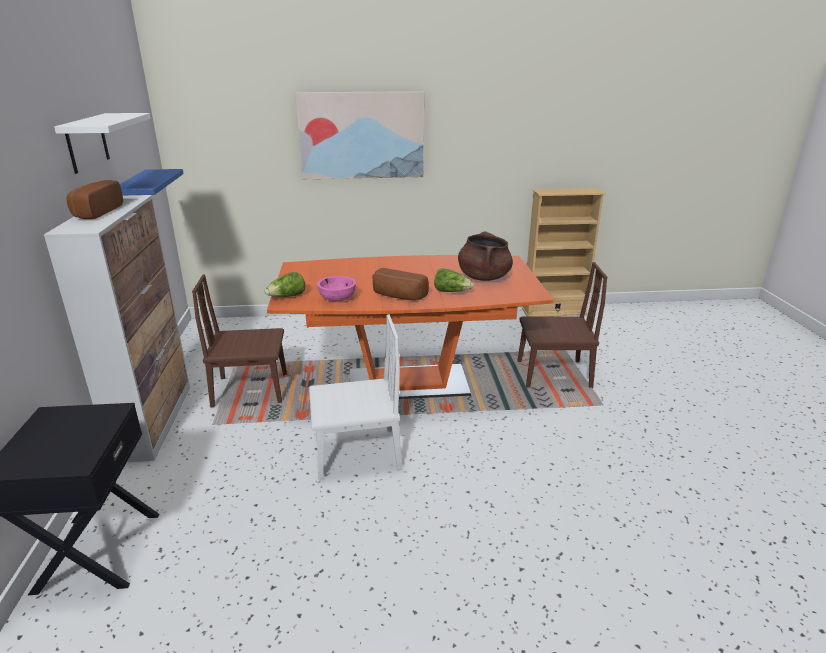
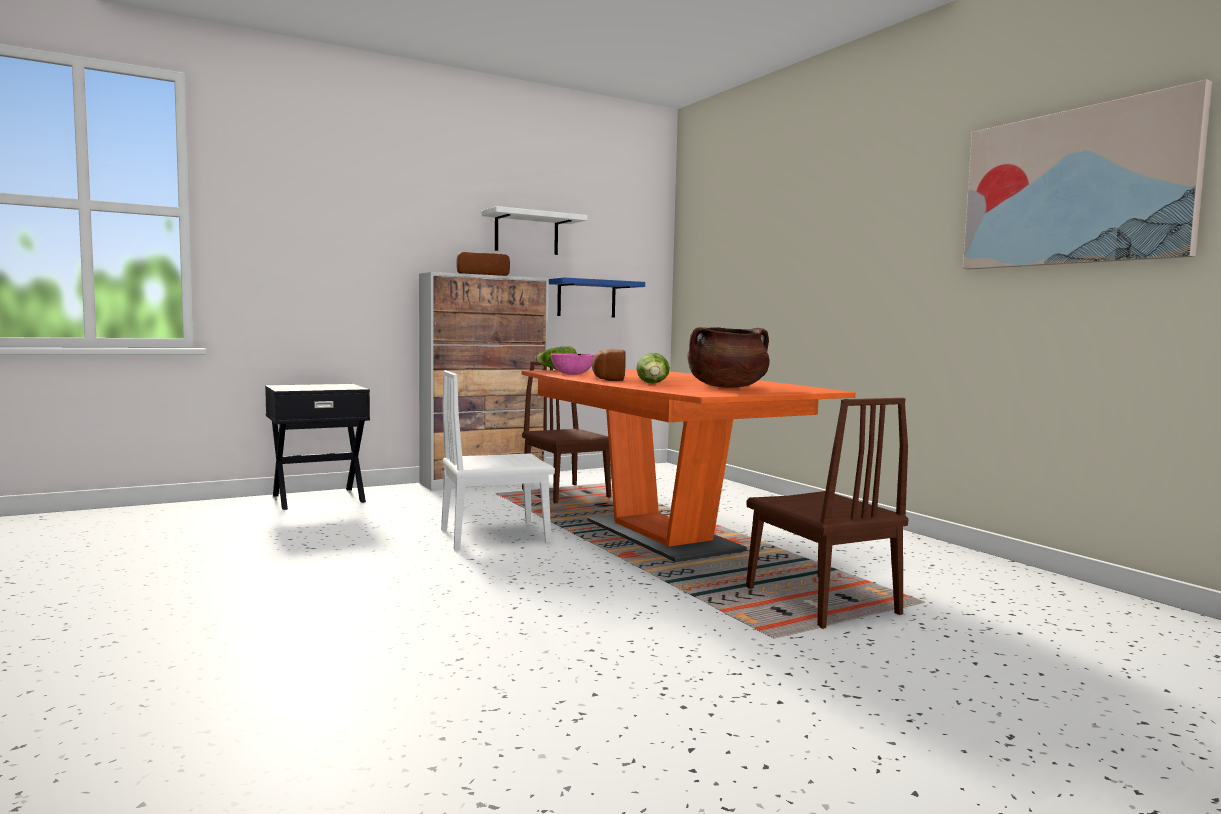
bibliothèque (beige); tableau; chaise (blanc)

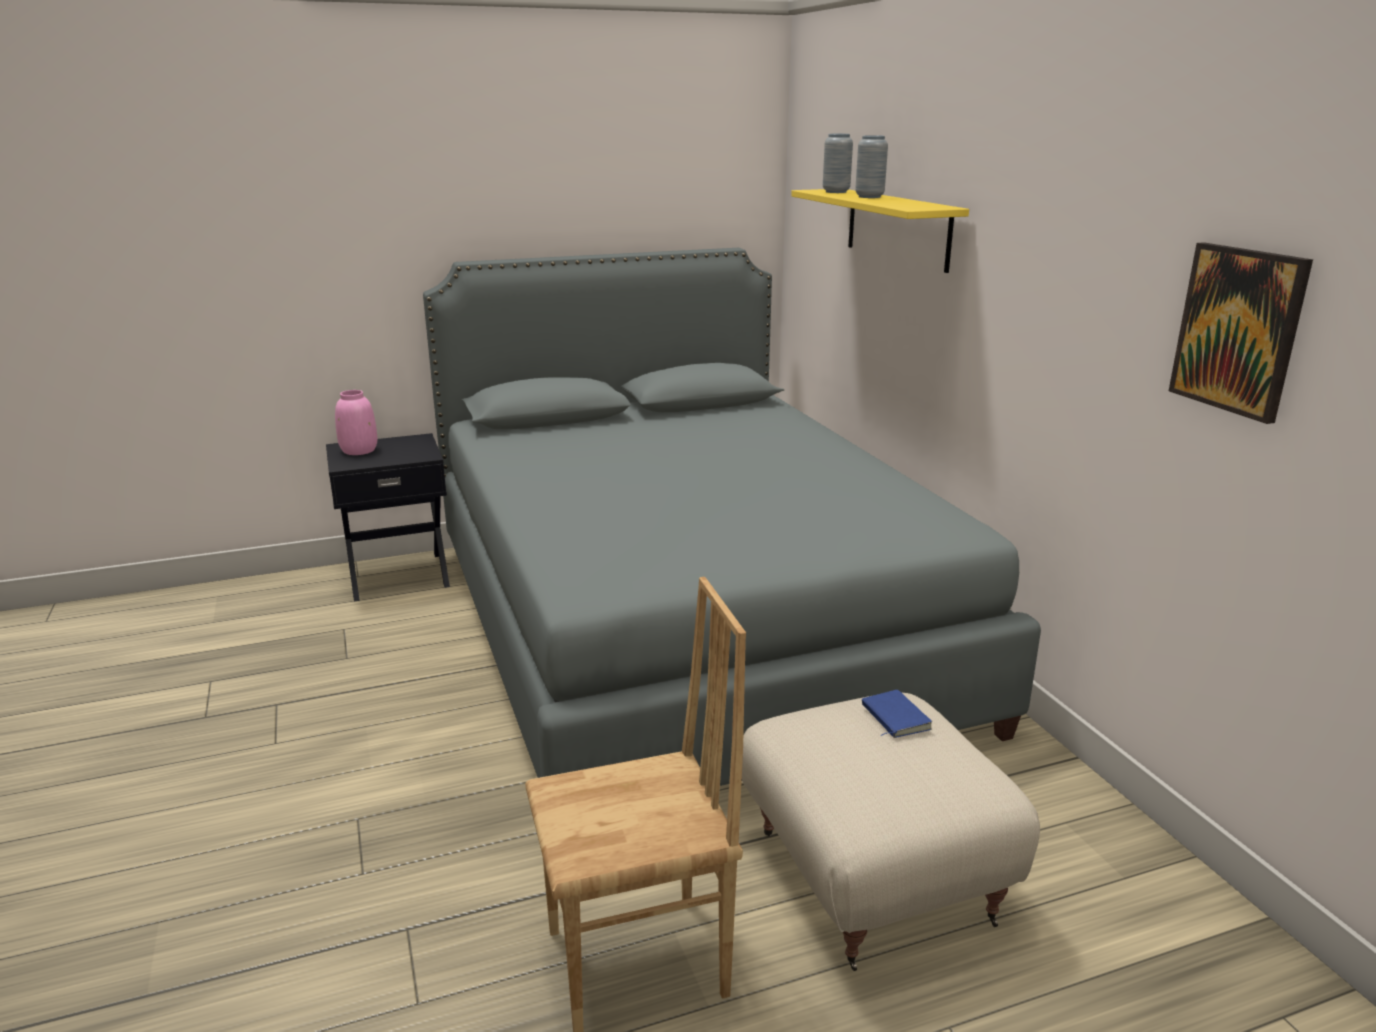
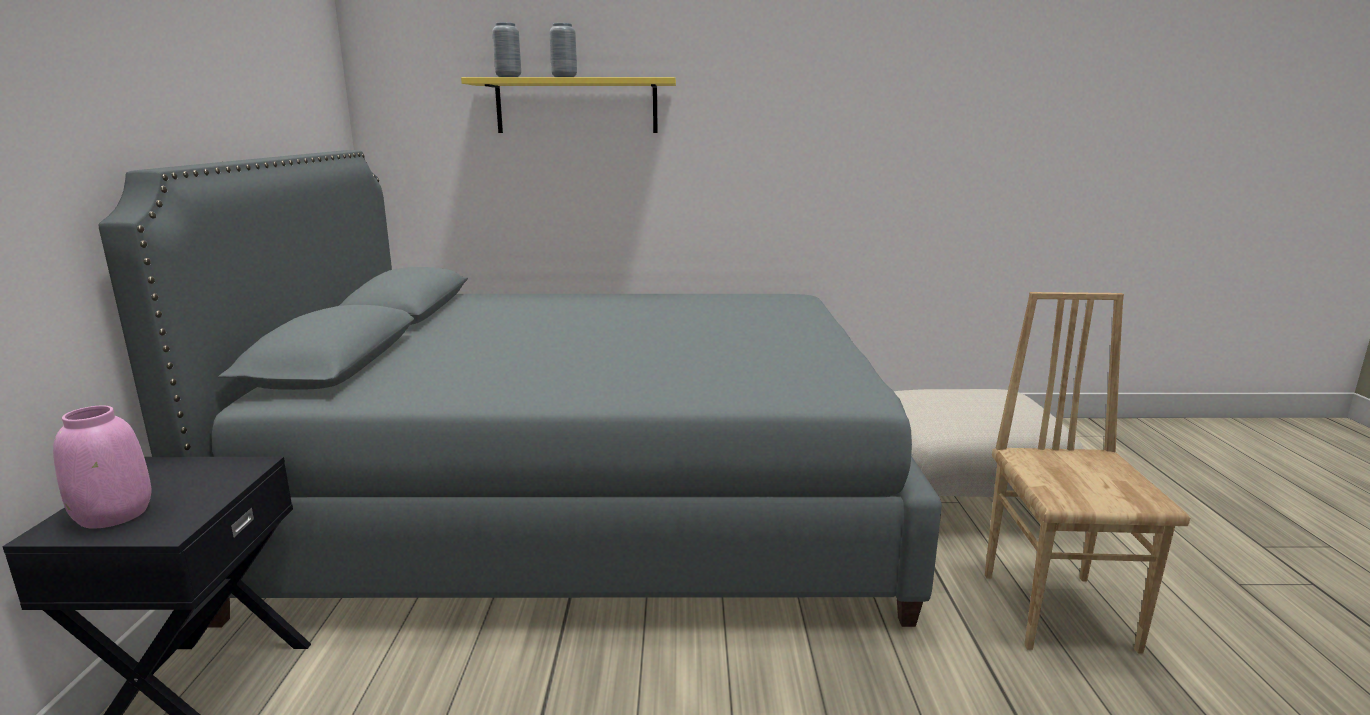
livre (bleu); tableau

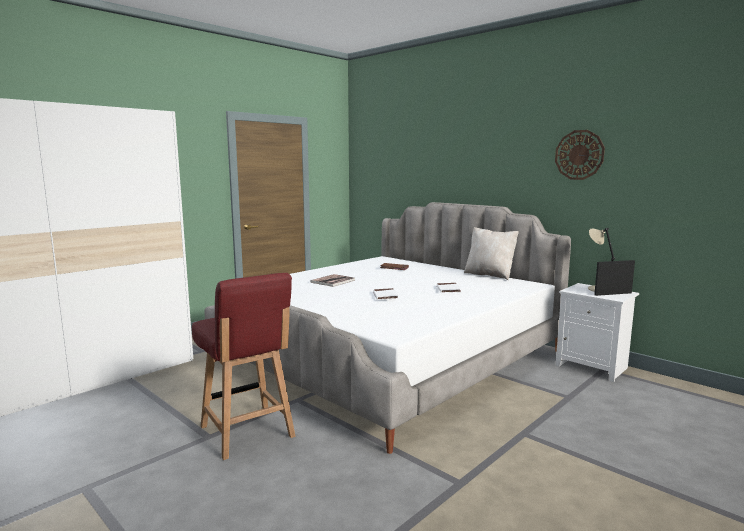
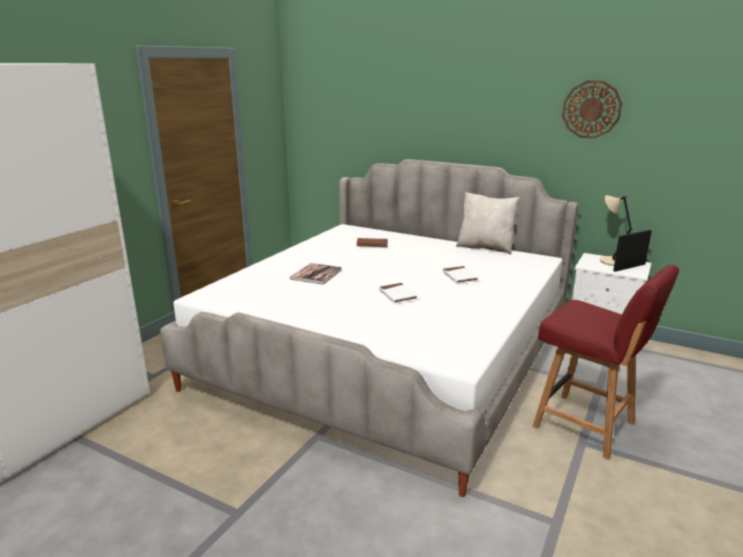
chaise (rouge)

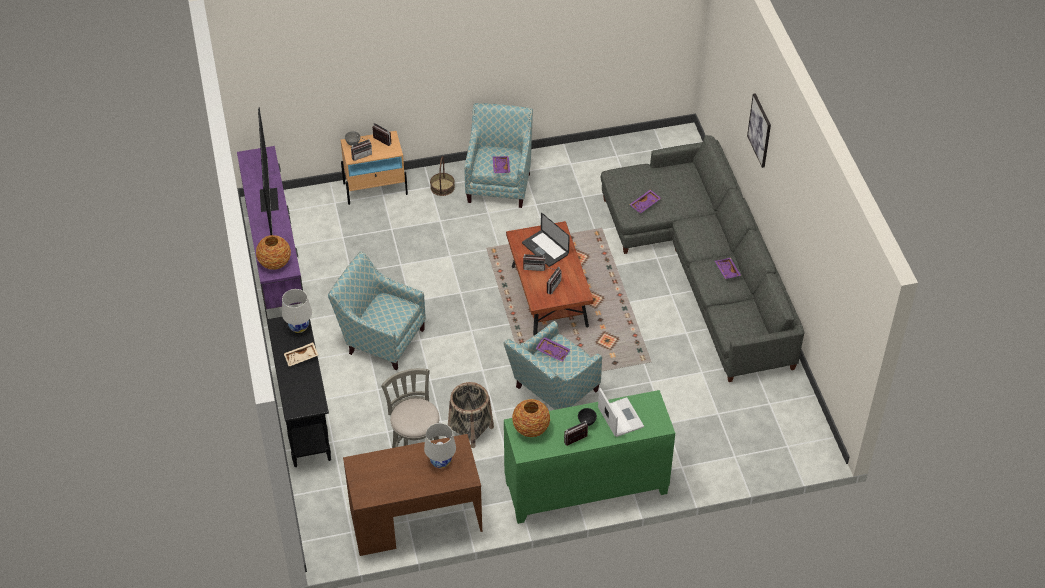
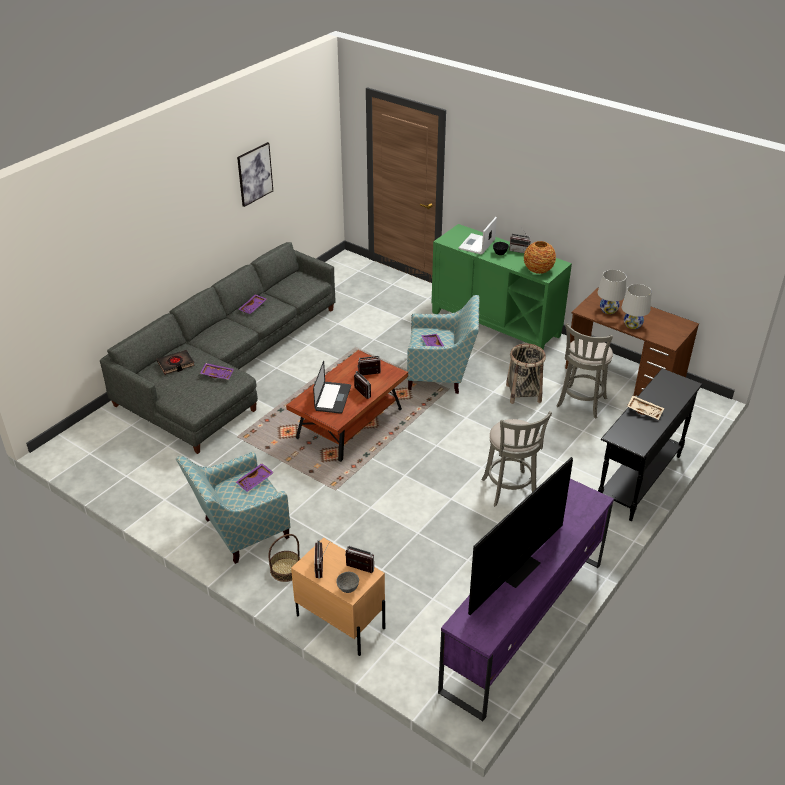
vase (no. 1 from left in the first image); livre (noir); lampe de table (blanc) (no. 2 from left); tableau; tabouret (gris) (no. 1 from left)

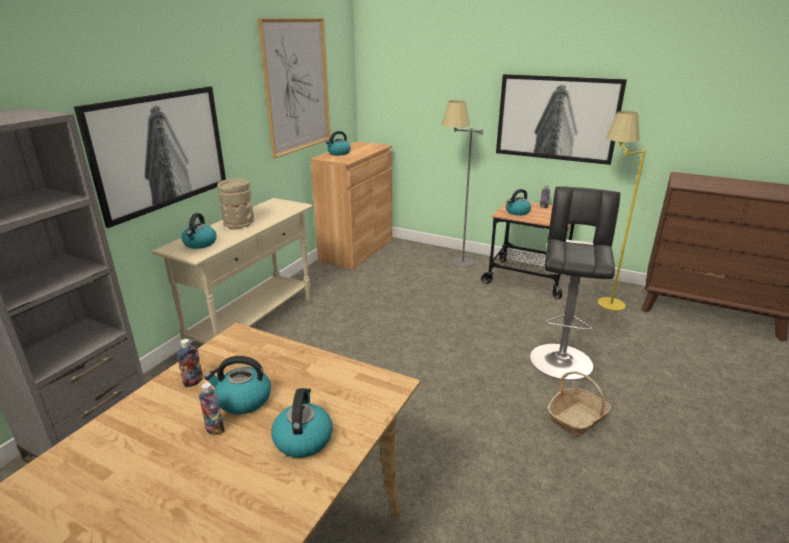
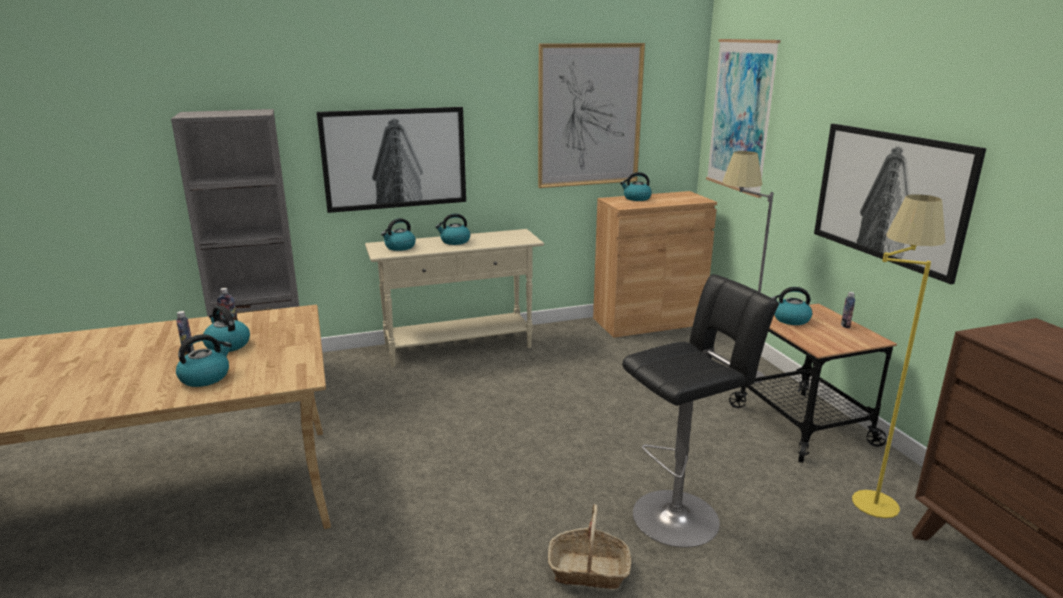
tableau (no. 3 from left); bouilloire (no. 4 from left)

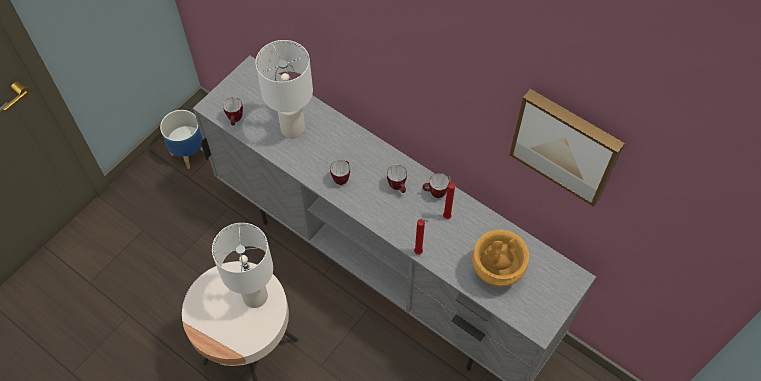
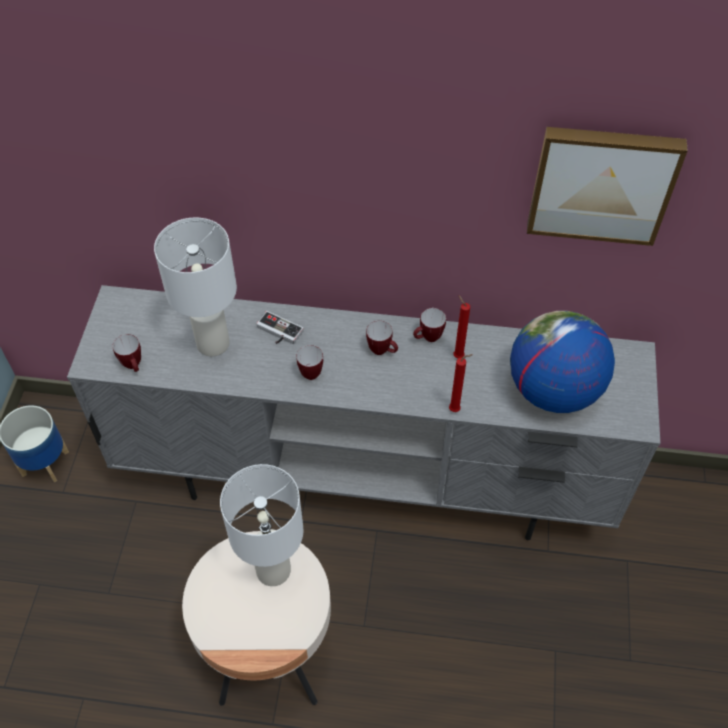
manette; globe

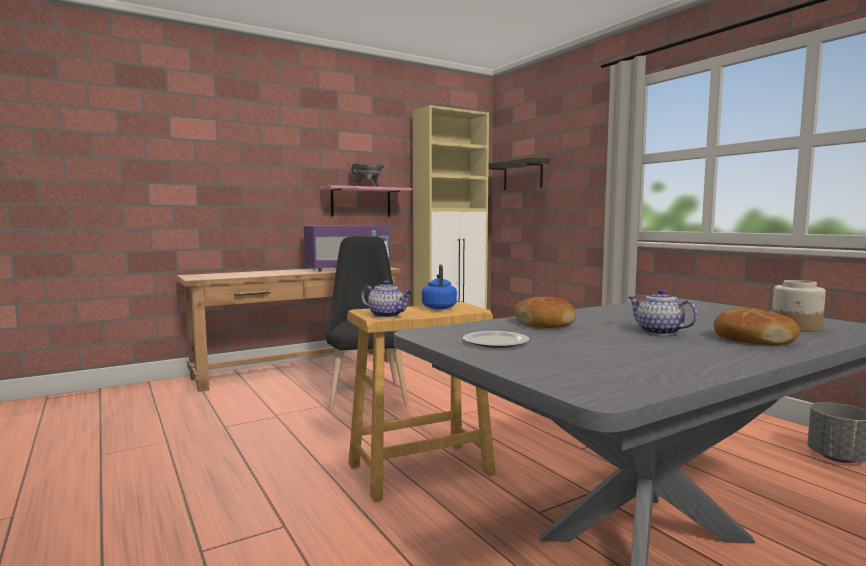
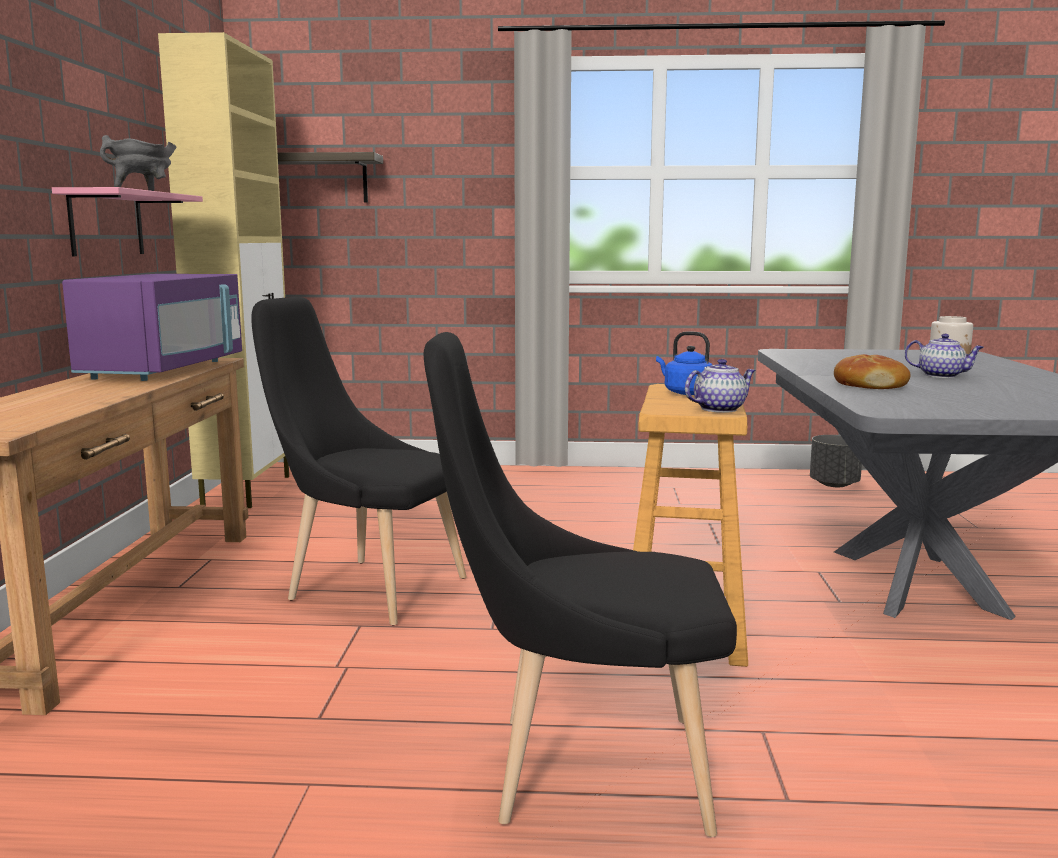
assiette; pain (no. 2 from left in the first image); chaise (noir) (no. 2 from left); théière (no. 2 from left)

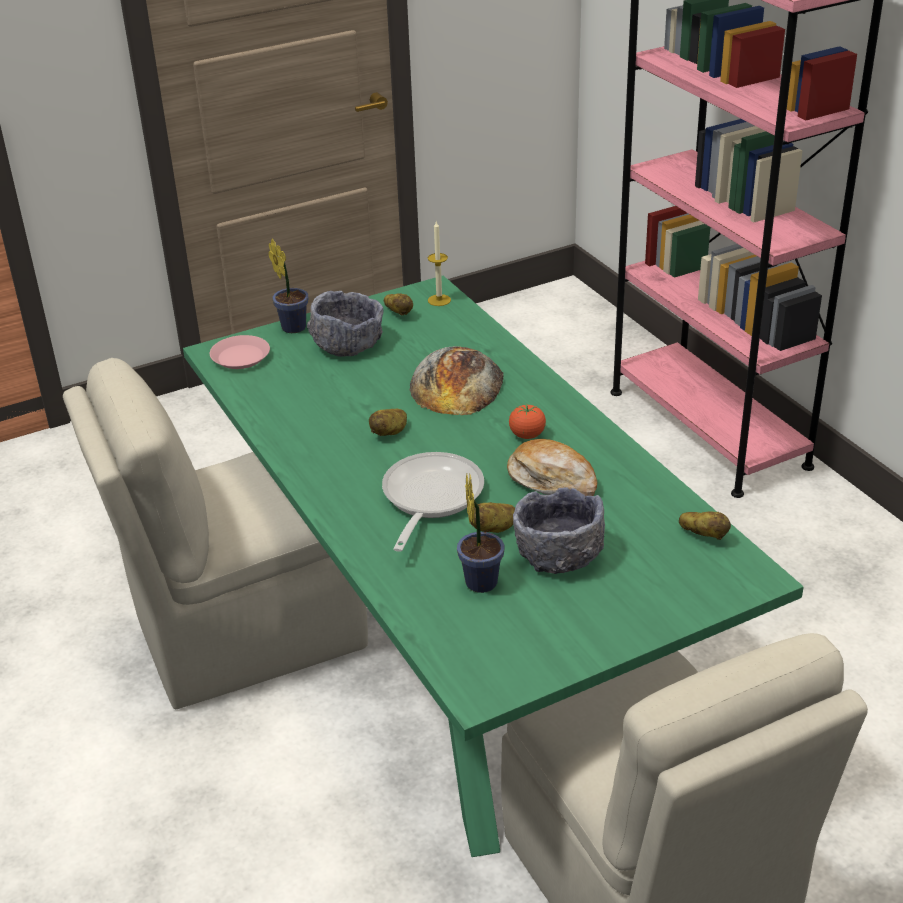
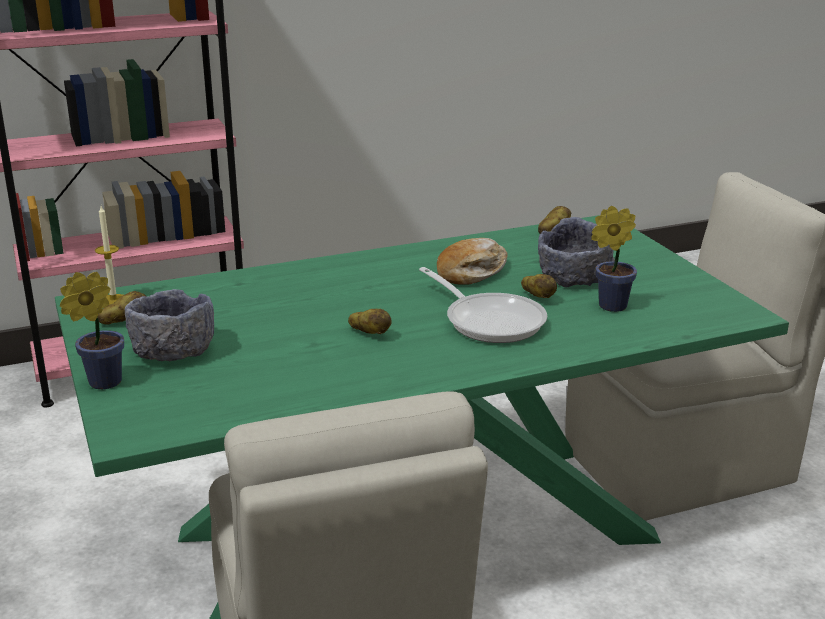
assiette (rose); pain (no. 1 from left in the first image); tomate; poêle

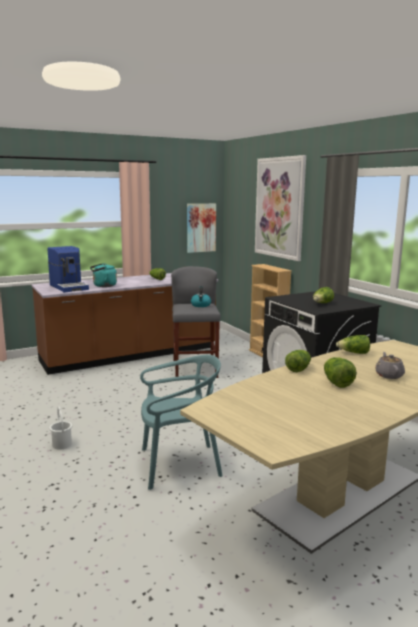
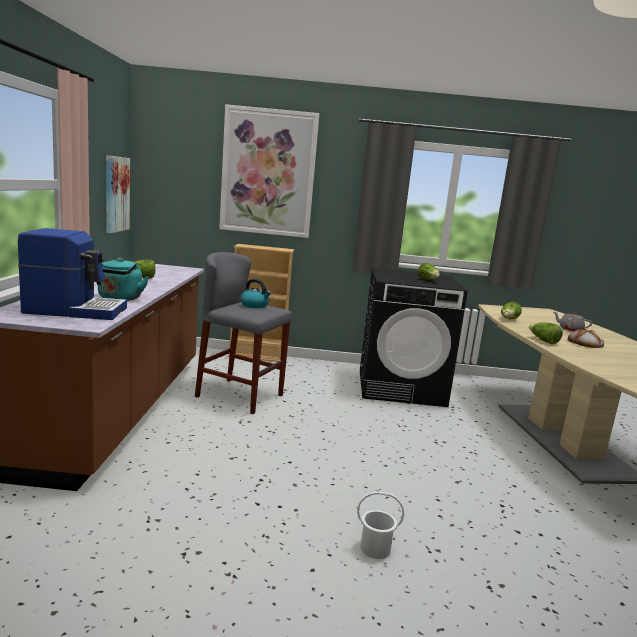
chaise (turquoise); pain

